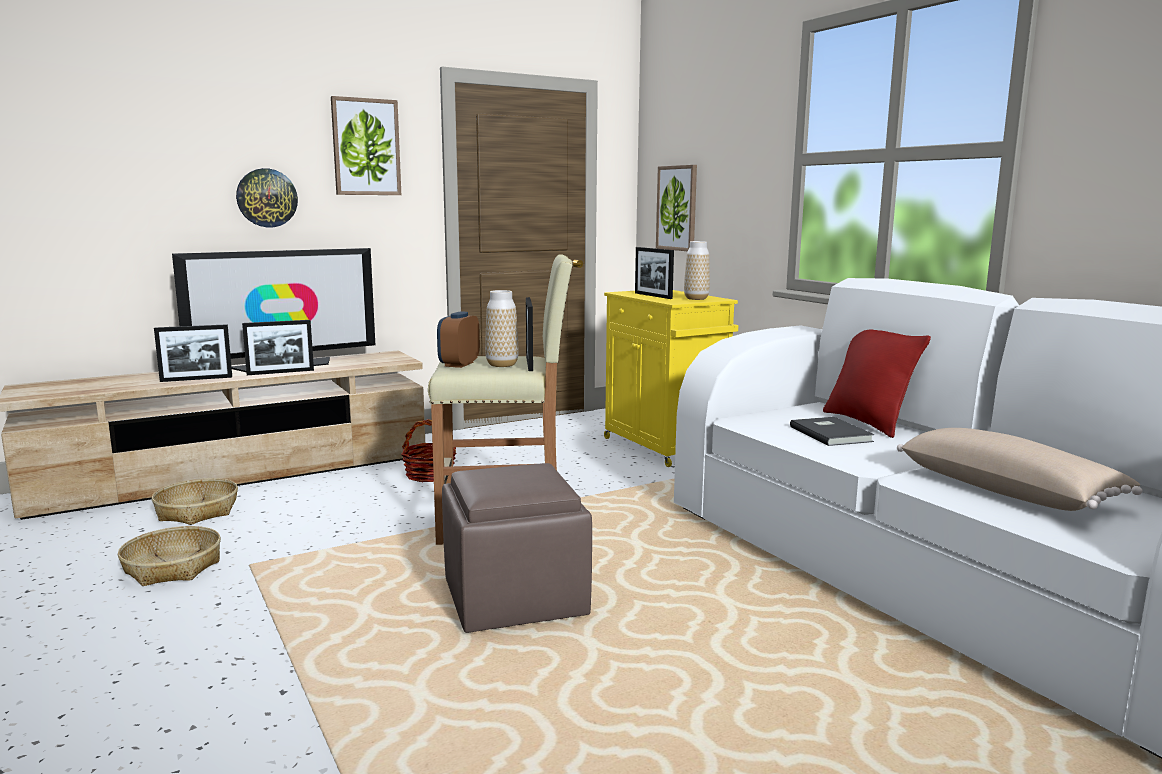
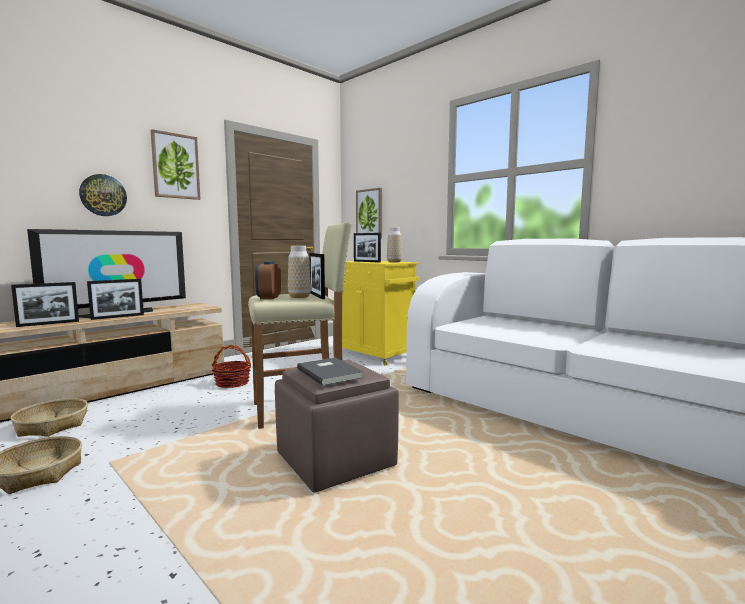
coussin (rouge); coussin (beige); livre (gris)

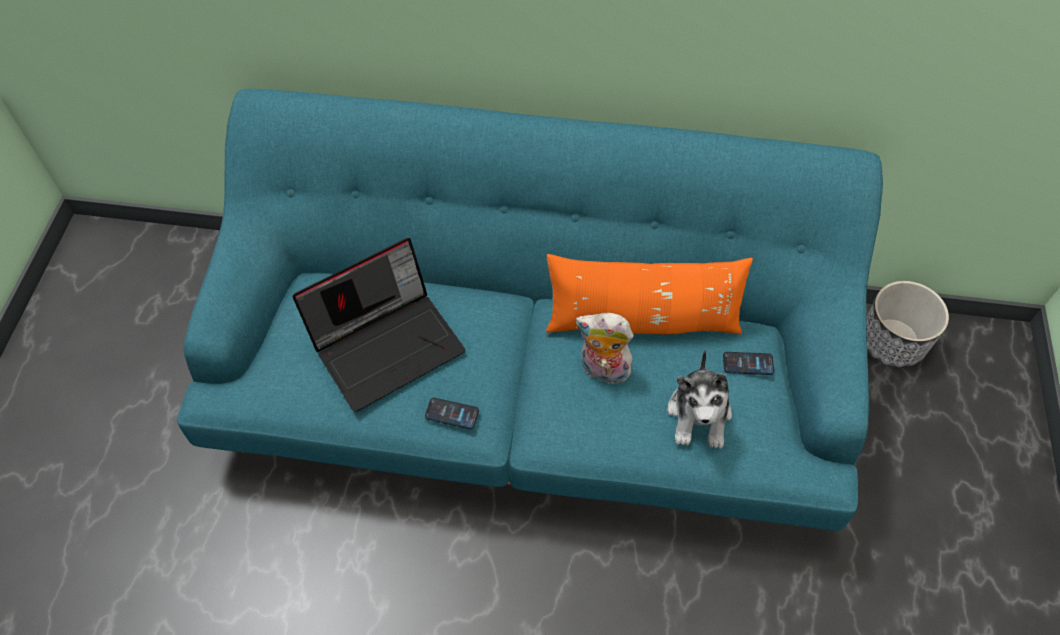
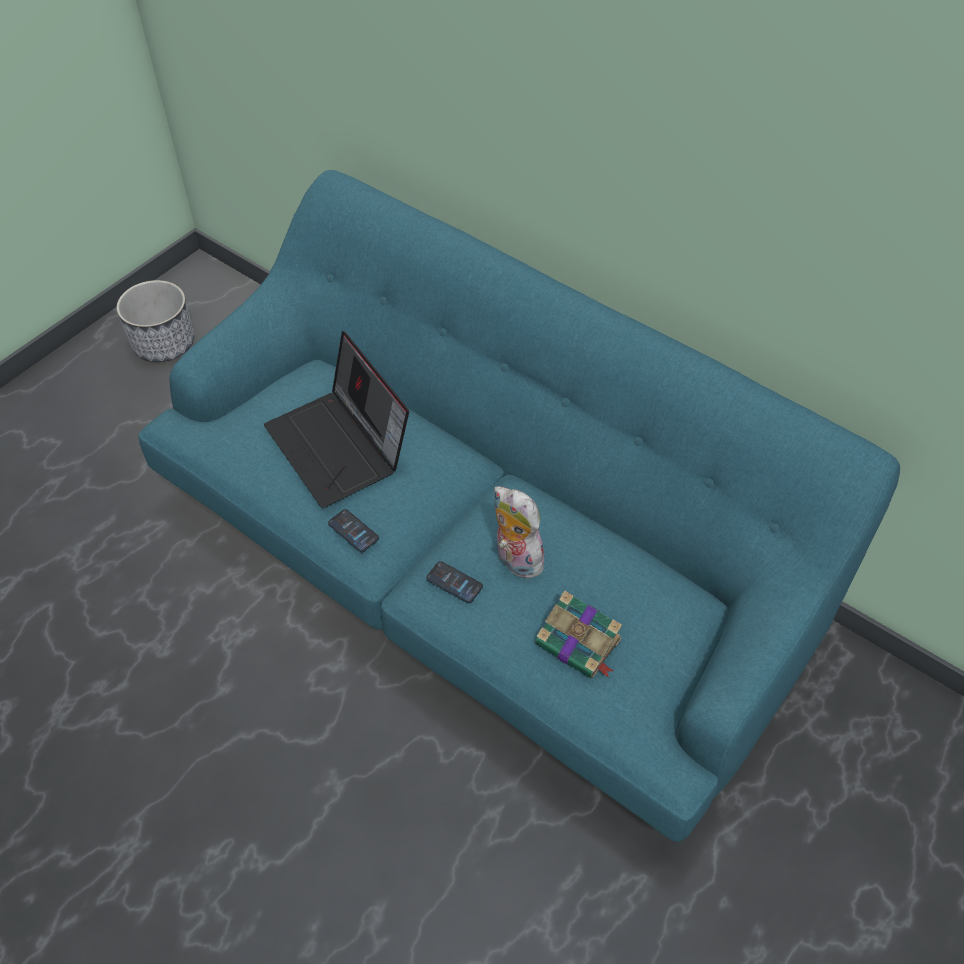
coussin (orange); téléphone (no. 2 from left); cache-pot; livre; ordinateur portable

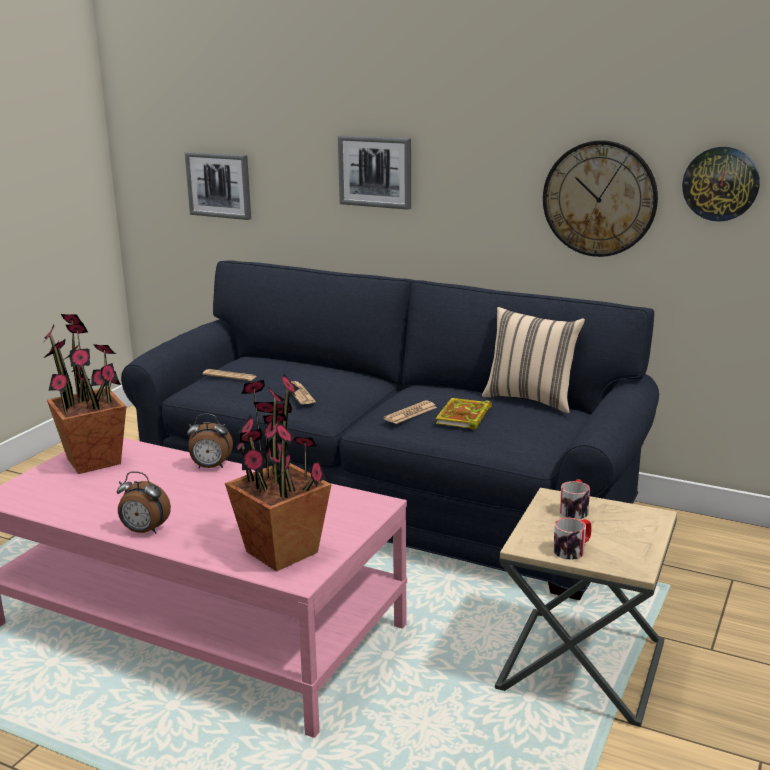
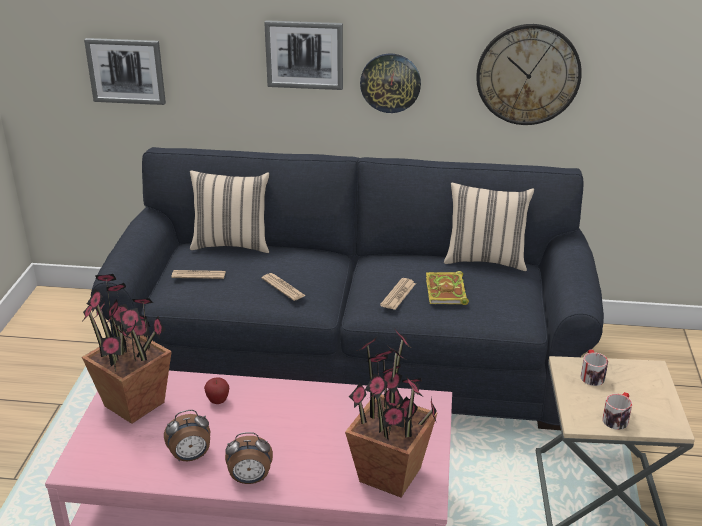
coussin (beige) (no. 1 from left); pomme; réveil (no. 1 from left); horloge murale (no. 1 from left)

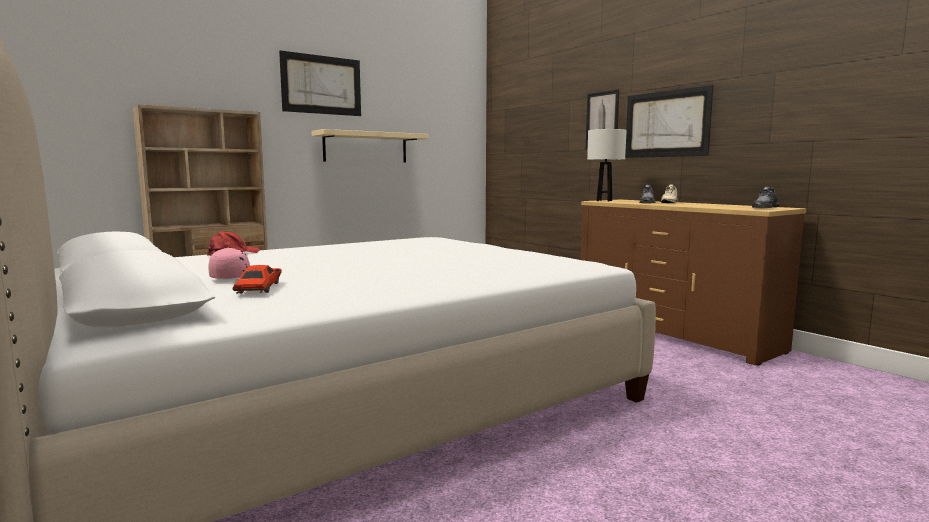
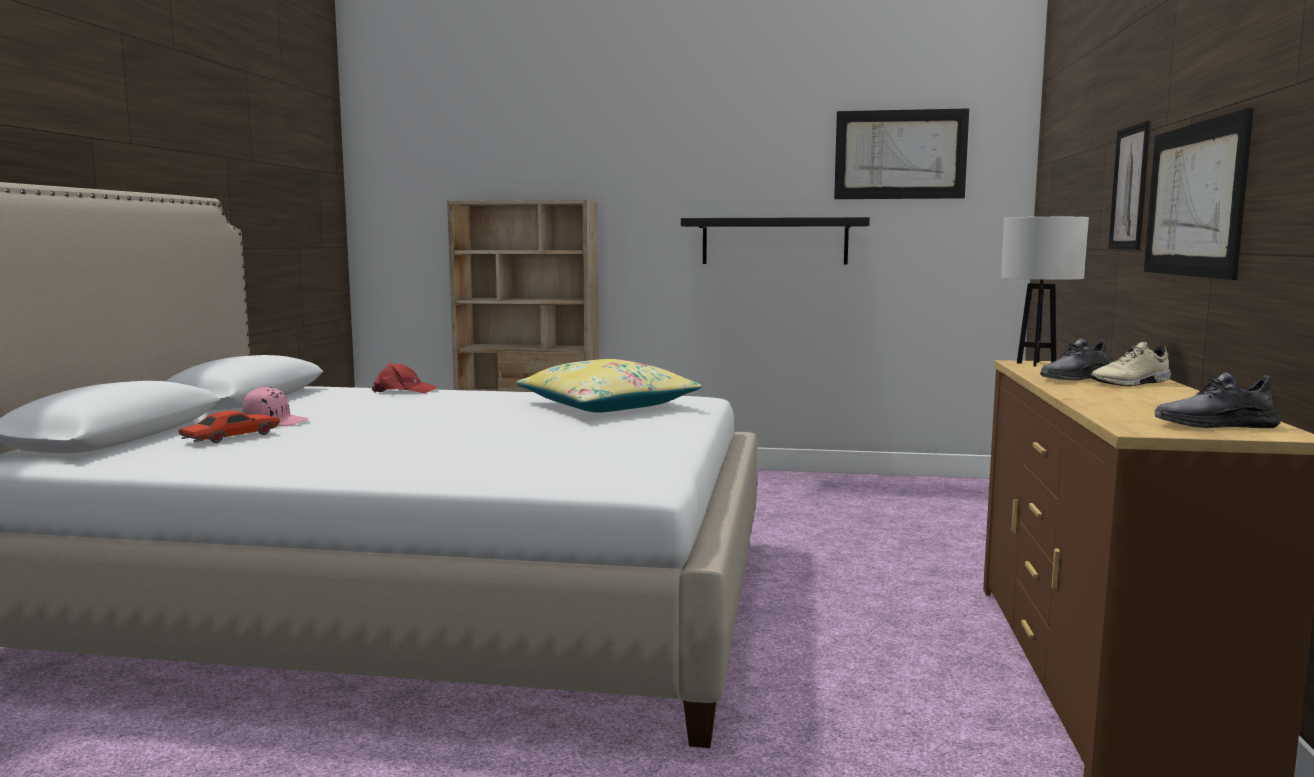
coussin (jaune); tableau (no. 1 from left); étagère (noir)

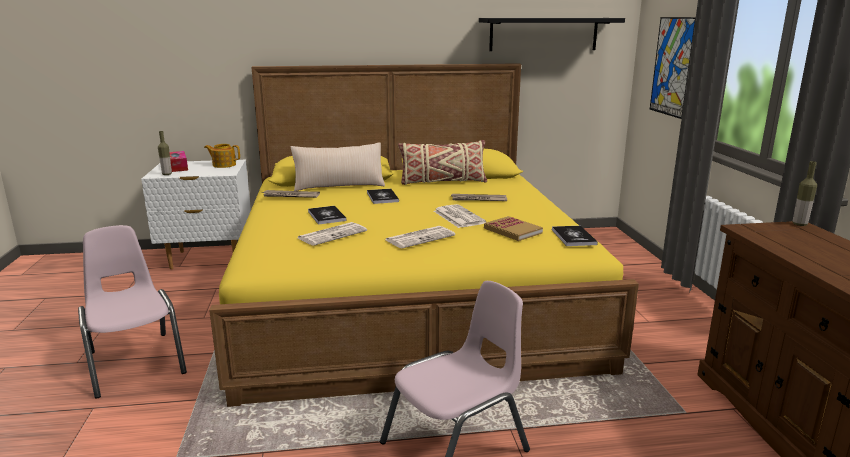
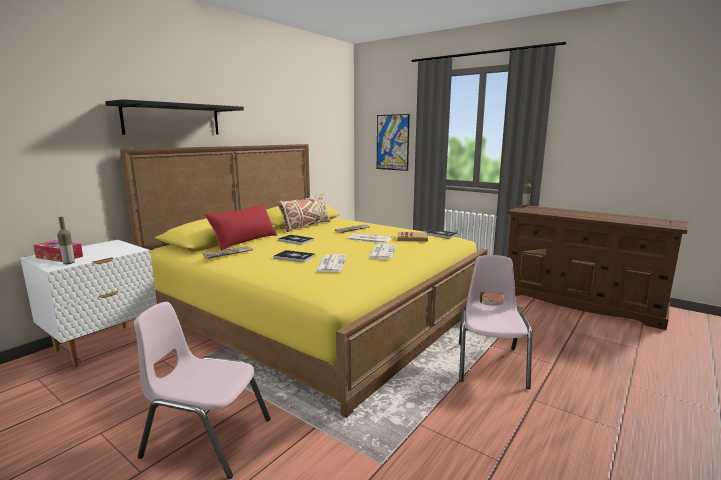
théière; étagère (noir); coussin (rouge)

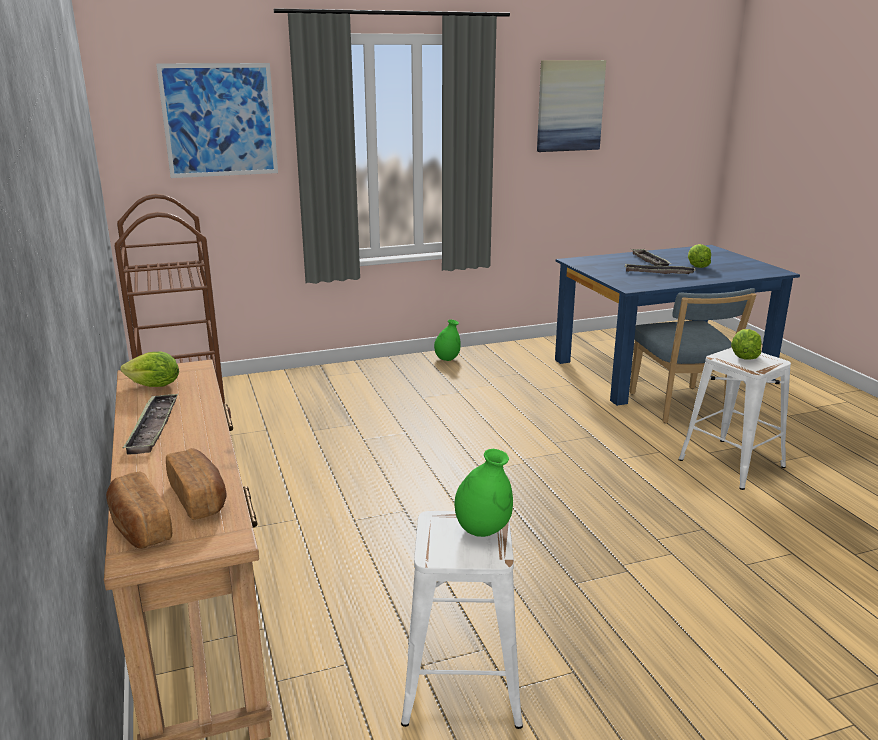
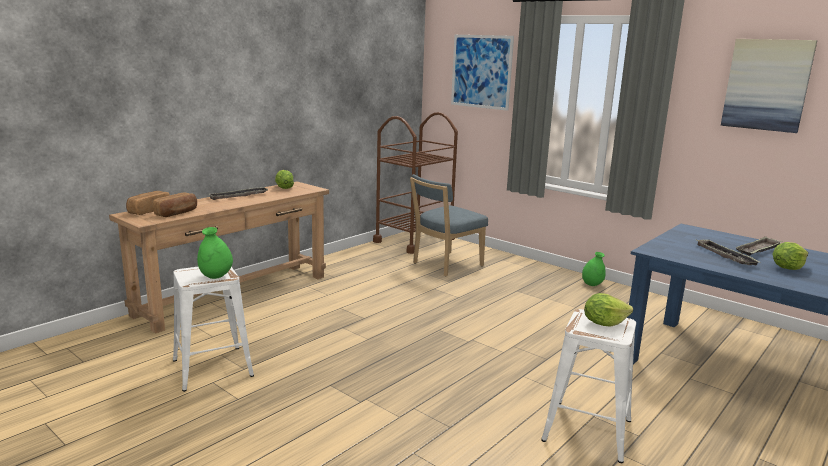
chaise (bleu)

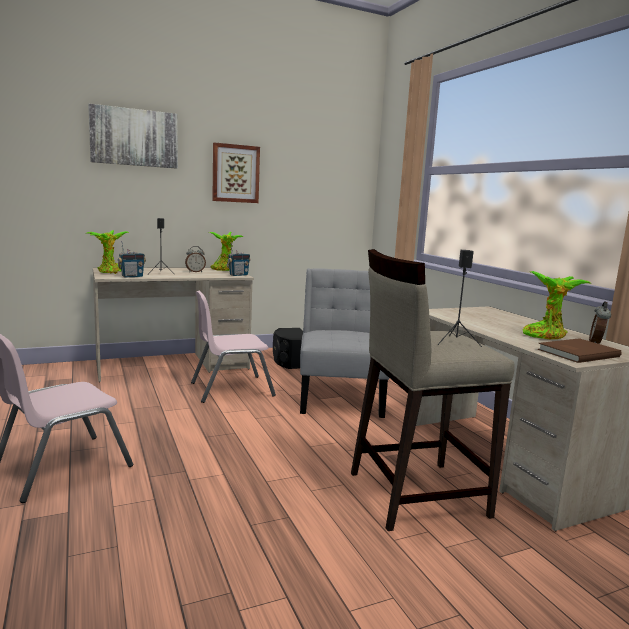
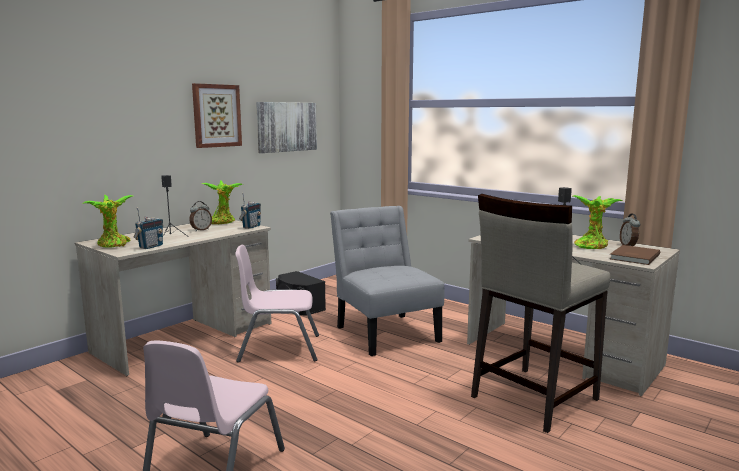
tableau (no. 2 from left); chaise (rose) (no. 2 from left)

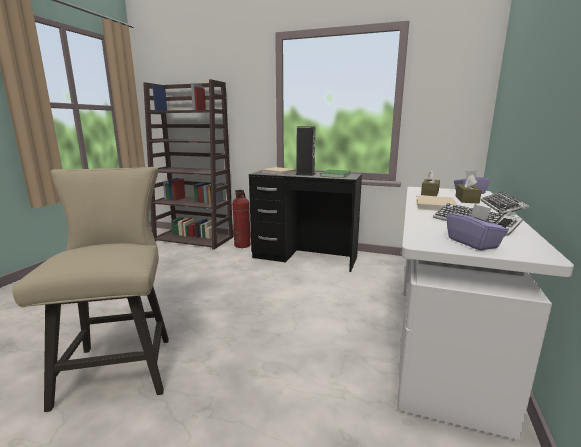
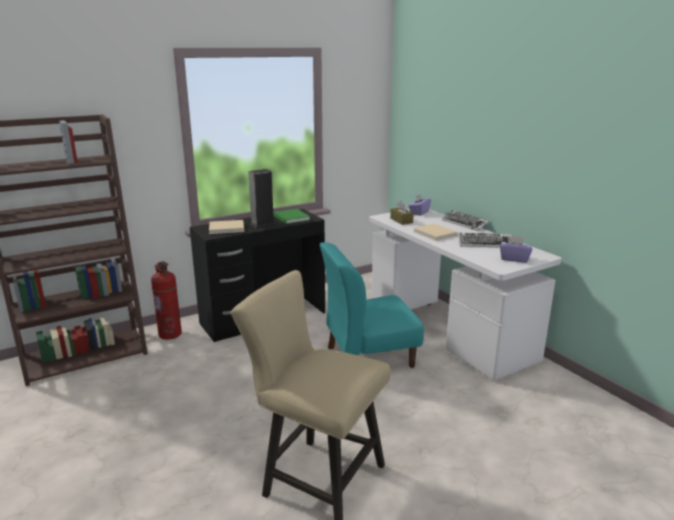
boîte à mouchoirs (marron) (no. 2 from left in the first image); chaise (turquoise)

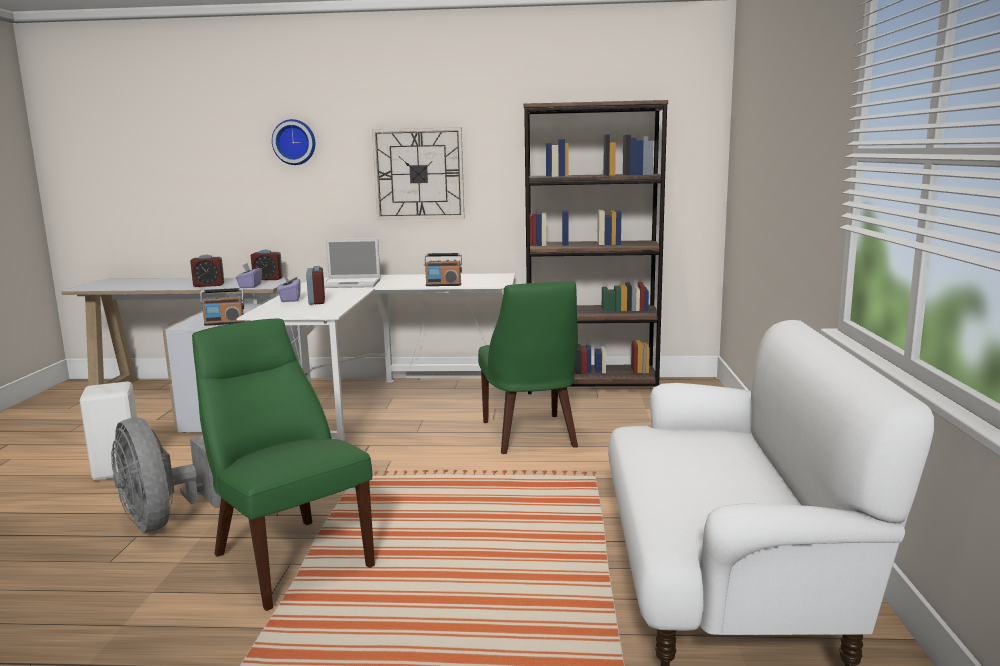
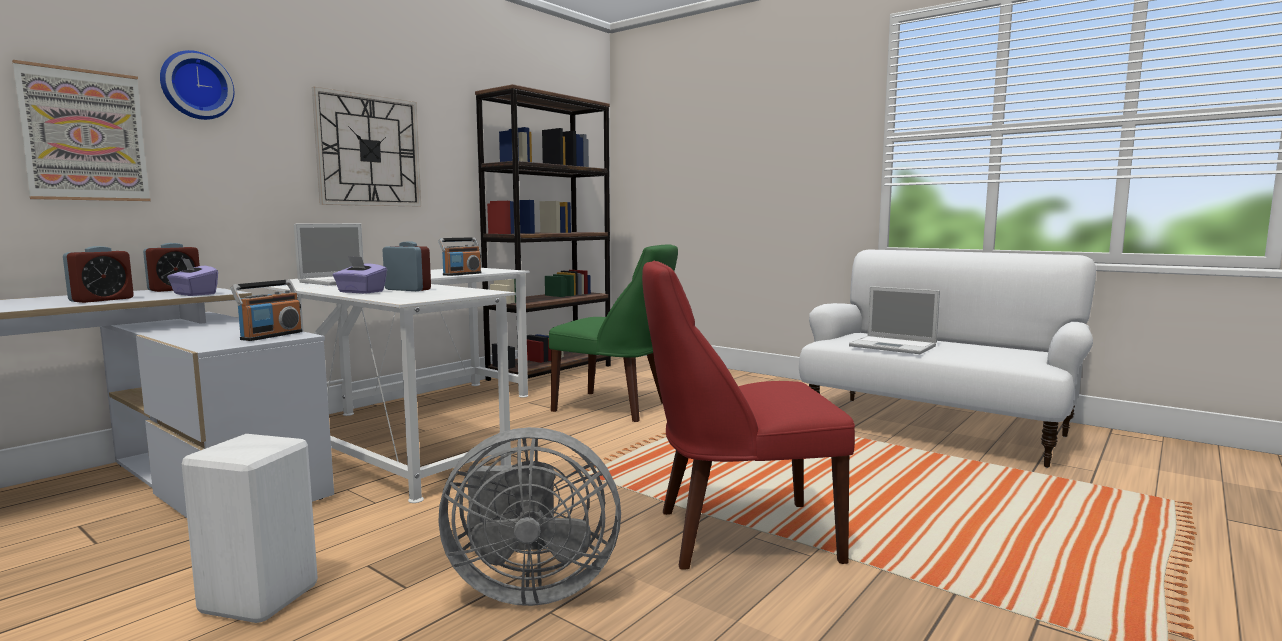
tableau; ordinateur portable (no. 2 from left); chaise (rouge)

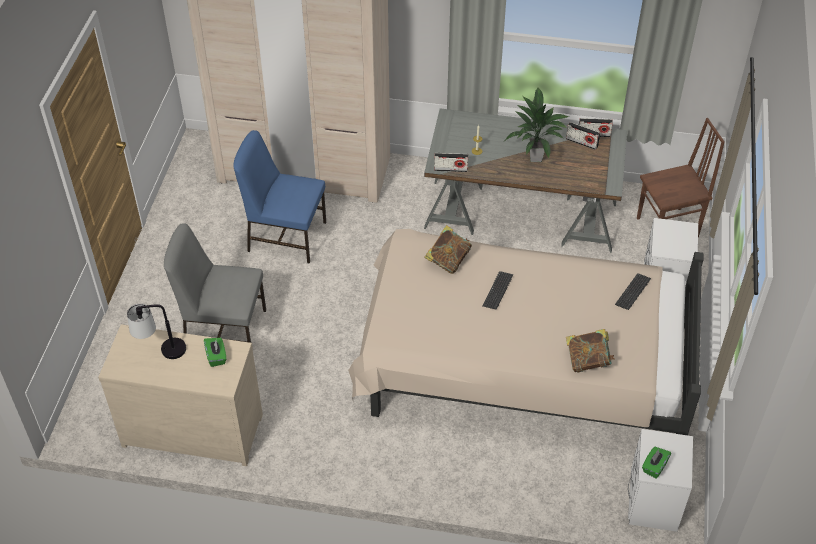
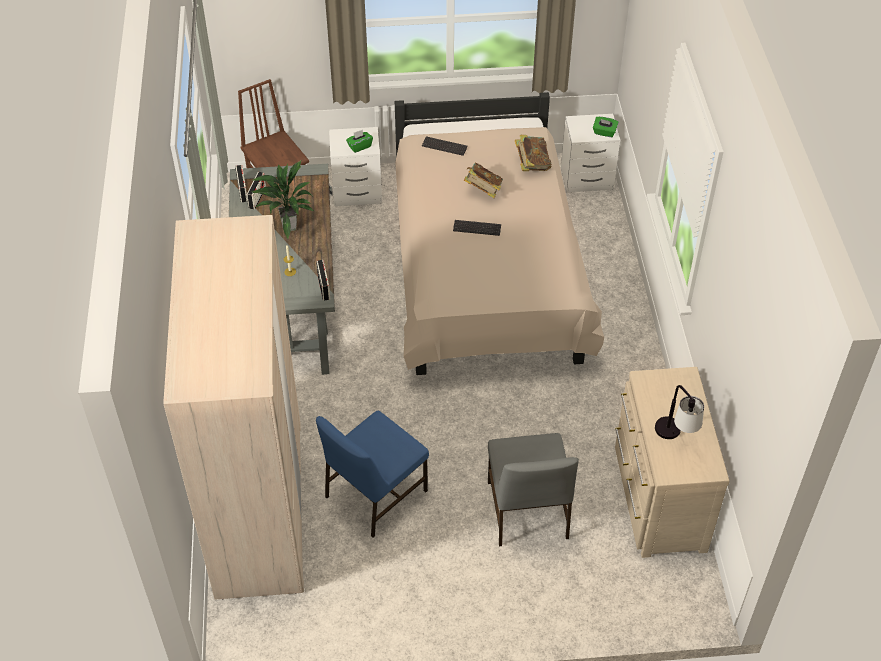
boîte à mouchoirs (vert) (no. 1 from left); livre (no. 1 from left); chaise (bleu)

